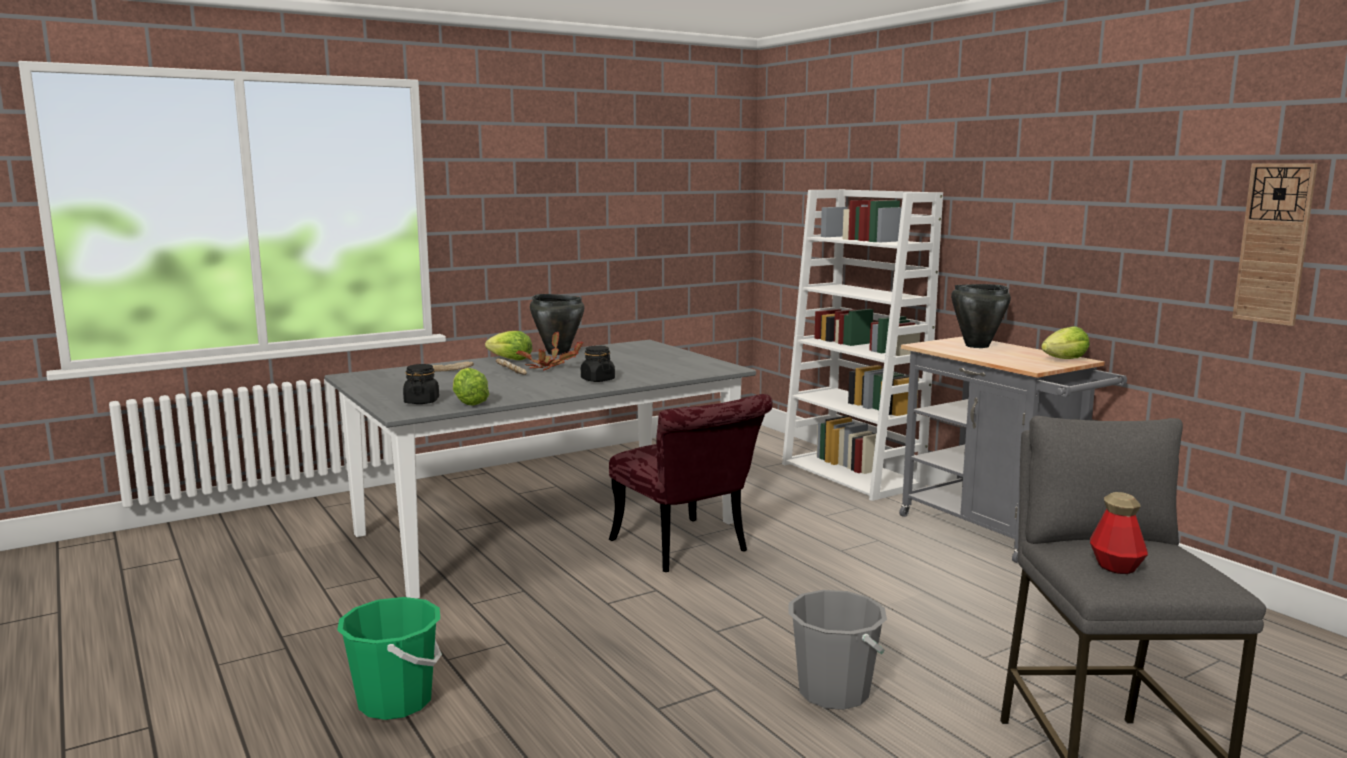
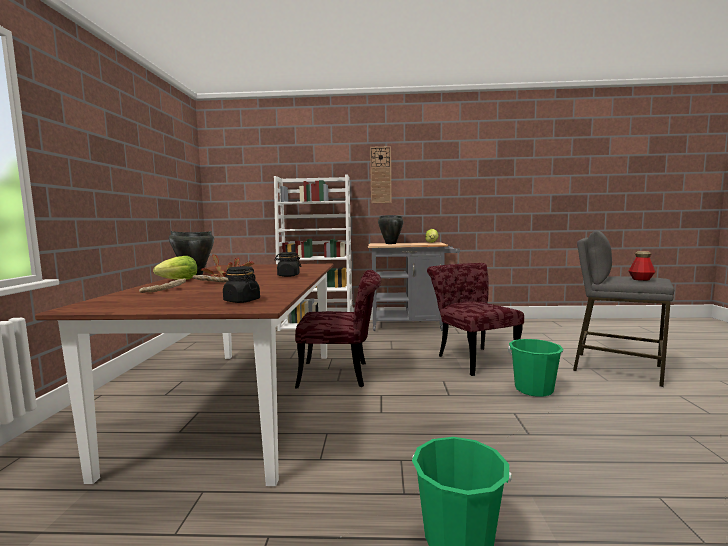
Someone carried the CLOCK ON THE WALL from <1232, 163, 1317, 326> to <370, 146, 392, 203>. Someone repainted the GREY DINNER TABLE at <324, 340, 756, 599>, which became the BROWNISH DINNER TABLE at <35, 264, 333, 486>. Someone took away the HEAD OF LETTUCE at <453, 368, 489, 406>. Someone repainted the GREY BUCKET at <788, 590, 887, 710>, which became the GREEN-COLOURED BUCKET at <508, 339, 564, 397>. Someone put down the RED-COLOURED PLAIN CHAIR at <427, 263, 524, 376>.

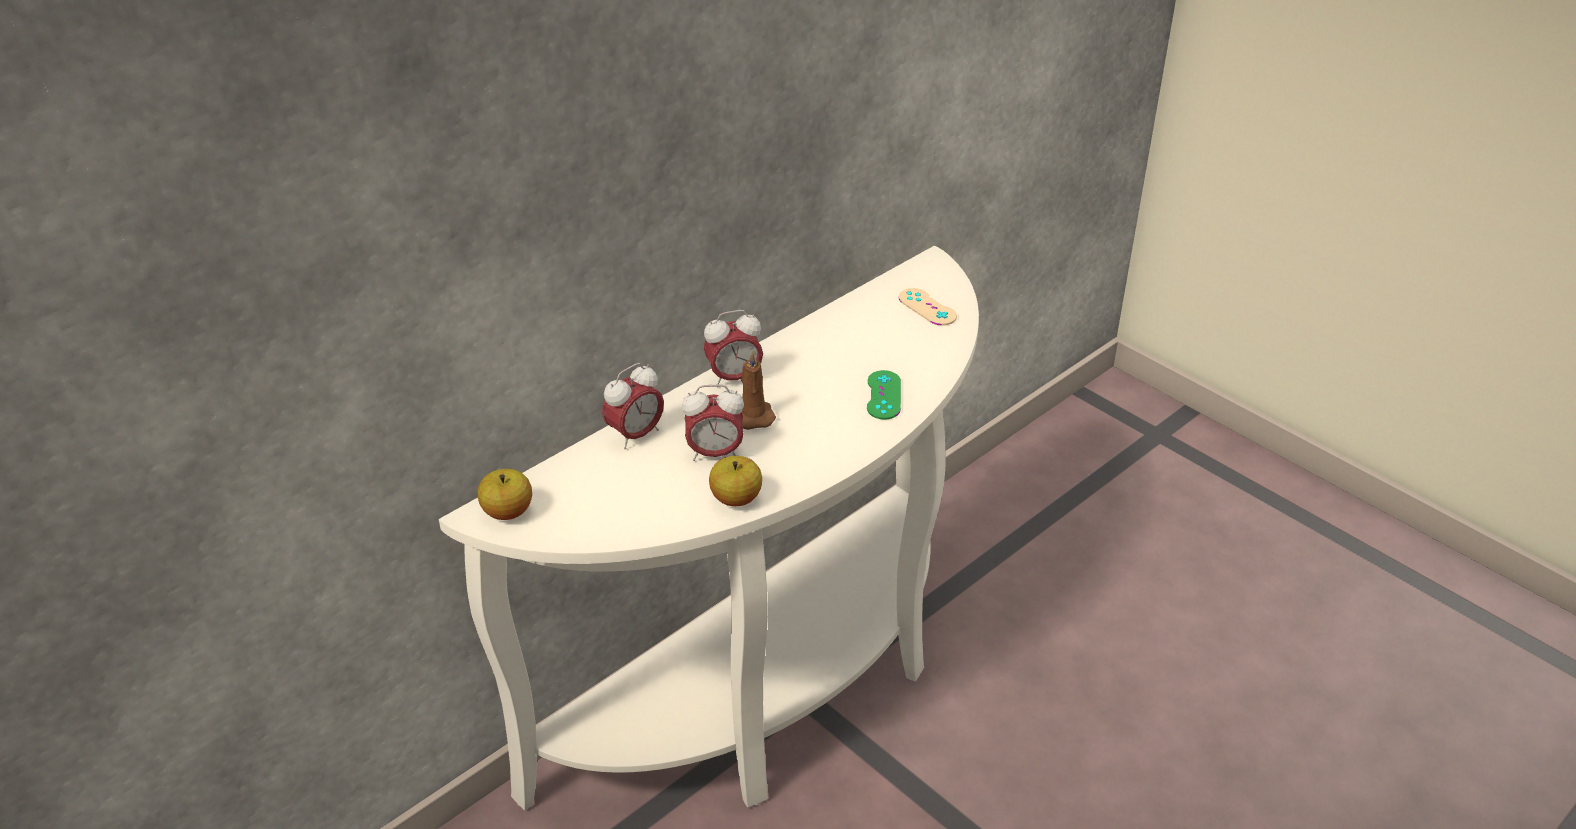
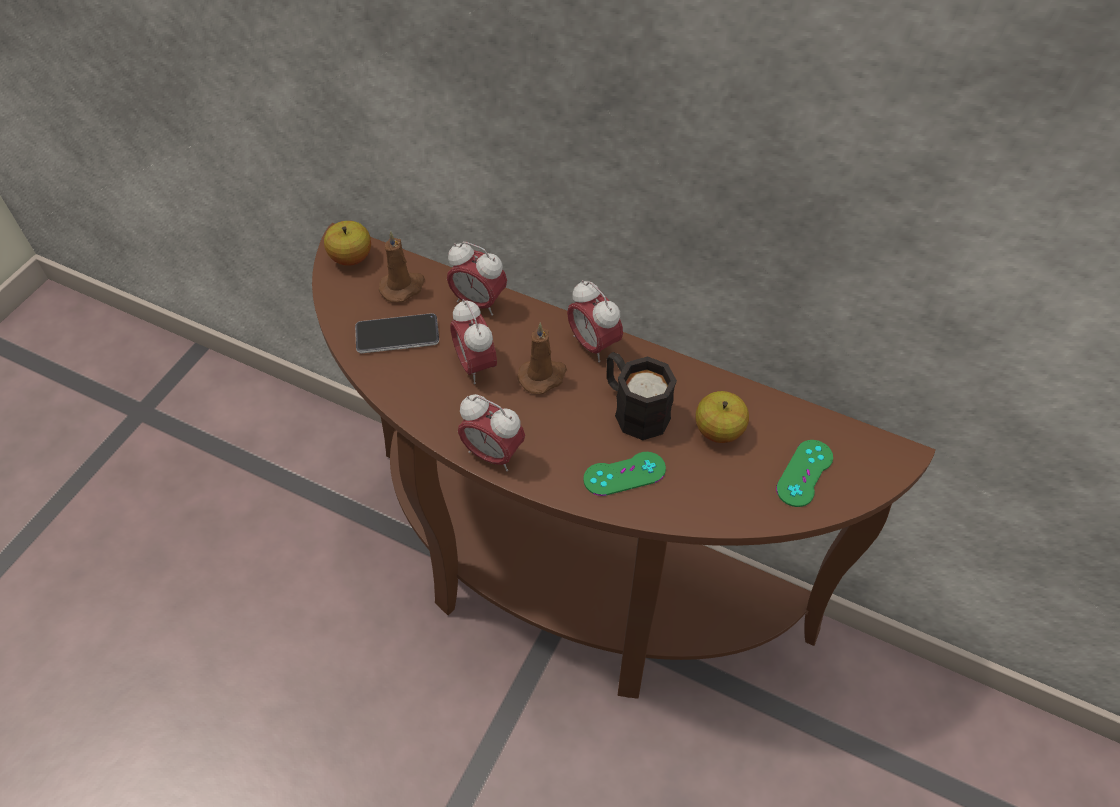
Someone repainted the WHITISH CONSOLE TABLE at <439, 246, 979, 810>, which became the BROWNISH CONSOLE TABLE at <312, 223, 936, 699>. Someone repainted the BEIGE-COLOURED GAME CONTROLLER at <899, 288, 957, 325>, which became the GREEN-COLOURED GAME CONTROLLER at <776, 440, 833, 507>. Someone carried the WHOLE APPLE from <709, 456, 762, 506> to <695, 391, 749, 443>. Someone put down the BROWNISH CANDLE at <379, 231, 425, 303>. Someone put down the PHONE at <355, 313, 439, 353>. Someone put down the BLACK COFFEE MUG at <606, 352, 677, 440>. Someone put down the BEDSIDE CLOCK at <458, 394, 525, 471>.

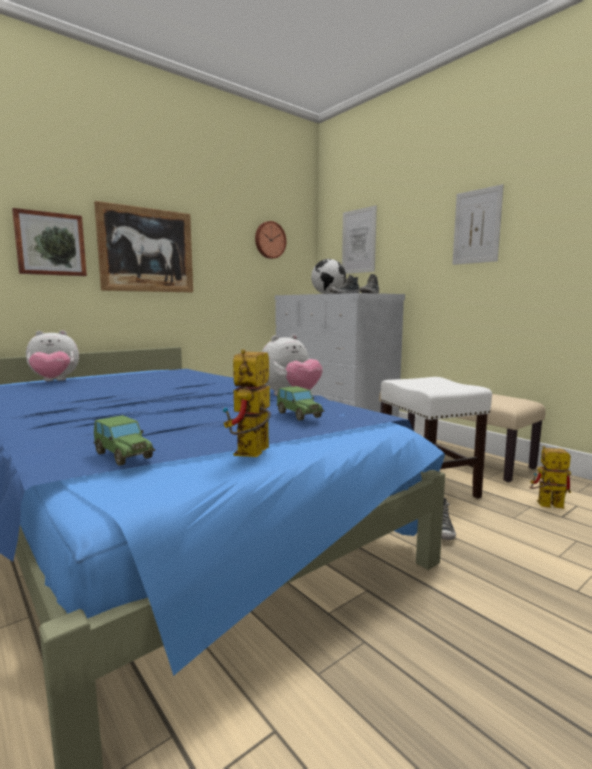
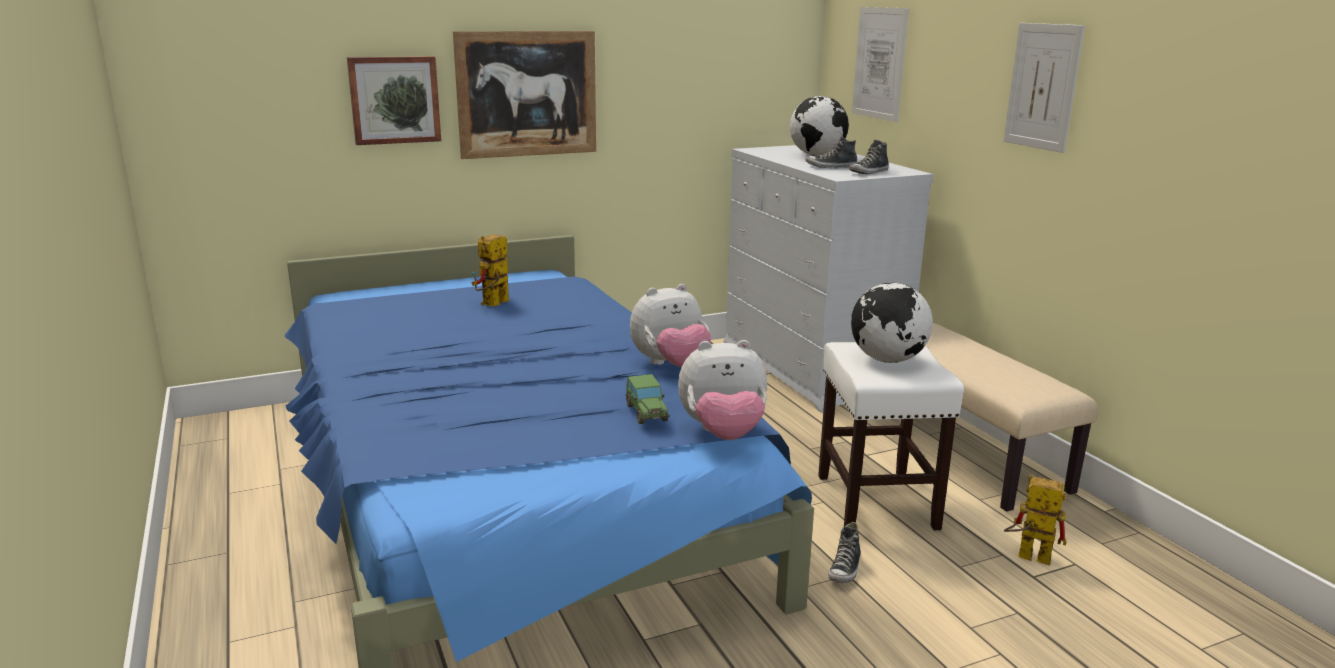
Someone took away the CLOCK ON THE WALL at <255, 221, 286, 259>. Someone carried the PLUSH TOY from <26, 330, 79, 381> to <678, 340, 767, 440>. Someone carried the MODEL ROBOT from <223, 349, 271, 457> to <471, 234, 509, 306>. Someone took away the TOY CAR at <94, 415, 155, 466>. Someone put down the DESK GLOBE at <851, 283, 933, 363>.

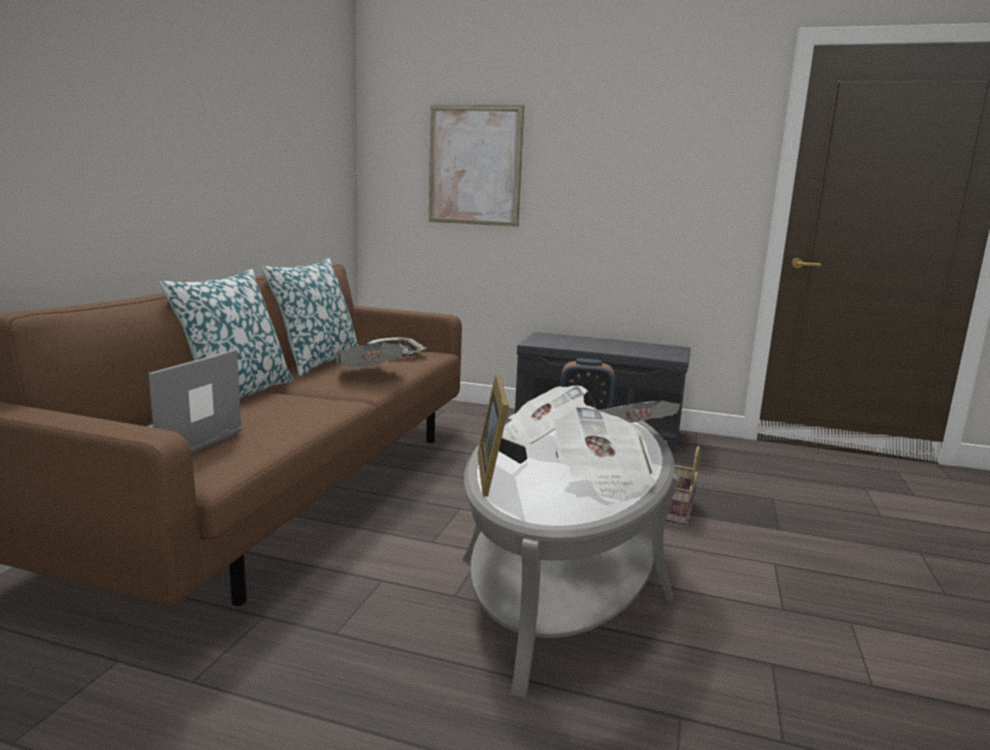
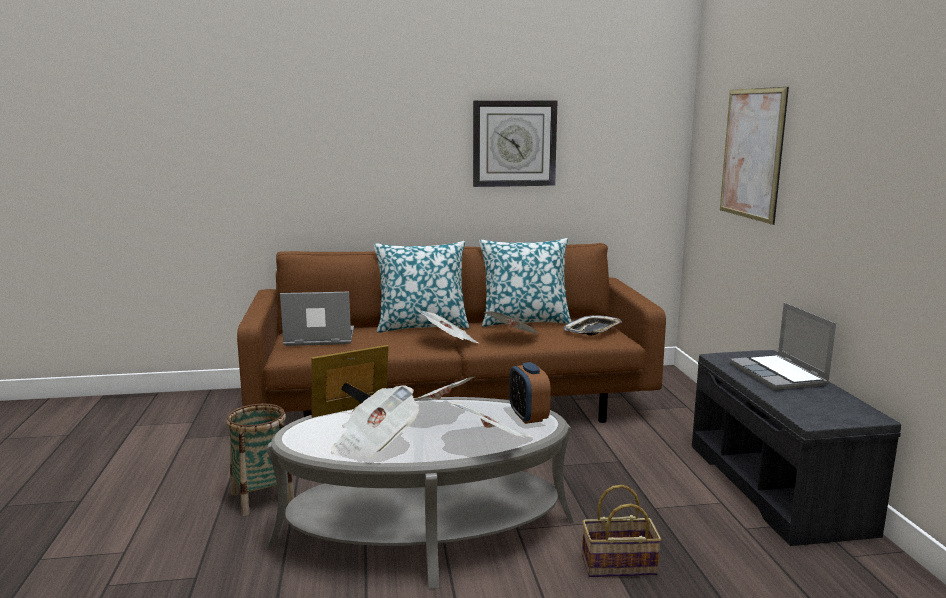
Someone put up the CLOCK ON THE WALL at <473, 100, 558, 187>. Someone put down the LAPTOP at <730, 303, 836, 390>. Someone put down the DAILY PAPER at <417, 310, 478, 343>. Someone put down the BASKET at <226, 403, 294, 516>.

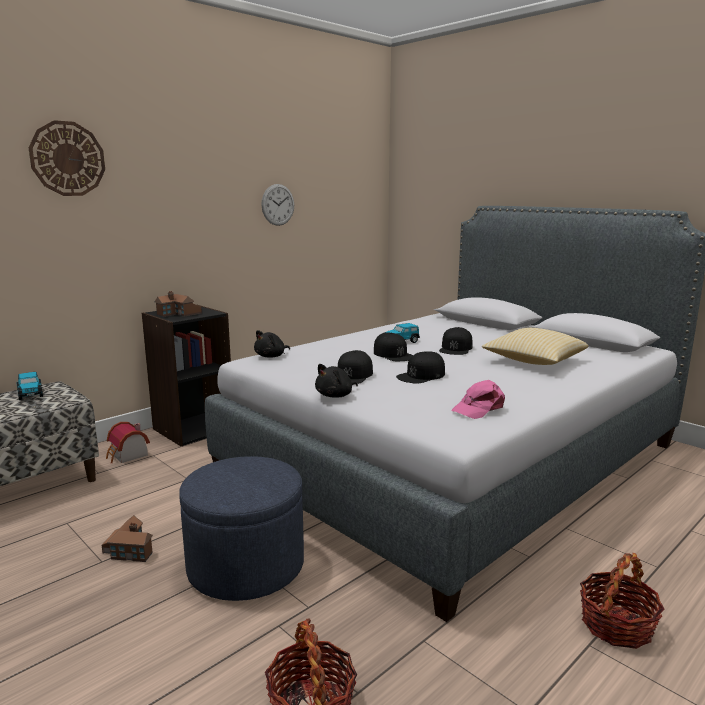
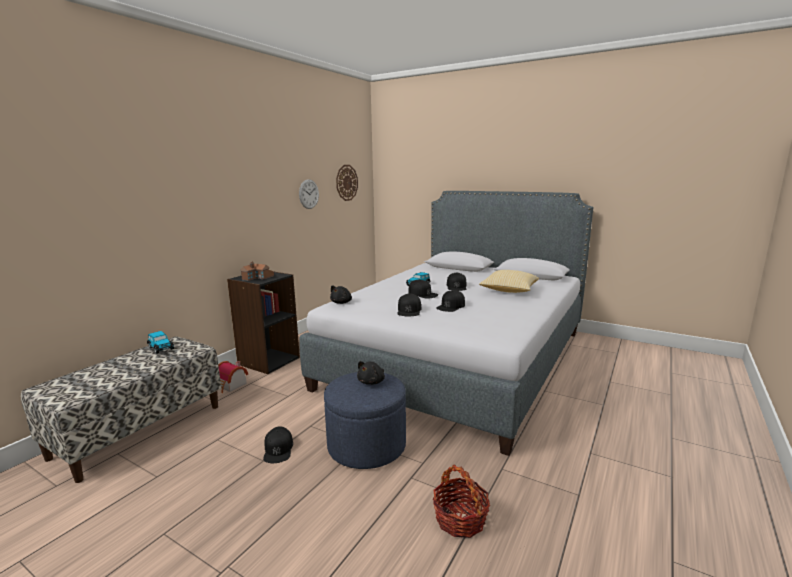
Someone carried the CLOCK ON THE WALL from <28, 120, 105, 196> to <336, 165, 358, 201>. Someone carried the BLACK PLUSH TOY from <315, 364, 358, 398> to <357, 361, 385, 385>. Someone took away the PINKISH CAP at <451, 380, 505, 419>. Someone swapped the MINIATURE HOUSE at <102, 515, 153, 562> for the BLACK CAP at <263, 426, 293, 463>. Someone took away the BASKET at <580, 553, 665, 649>.

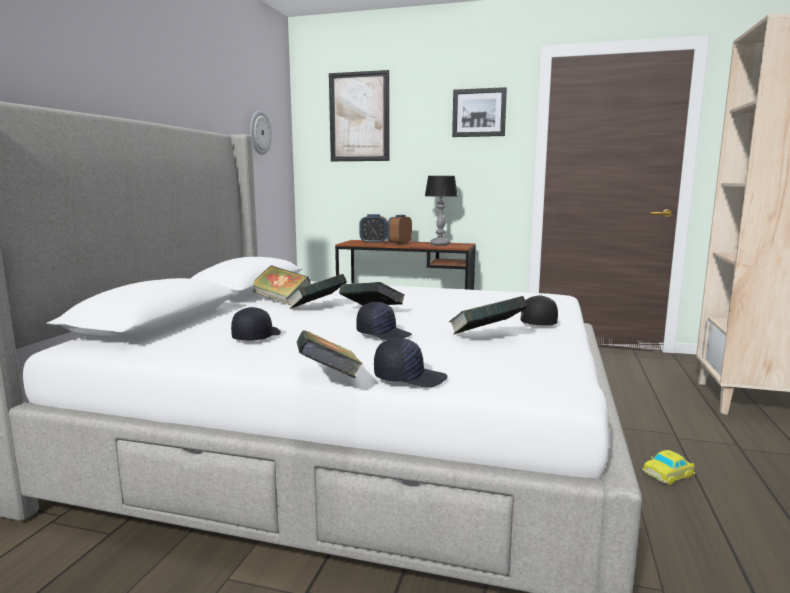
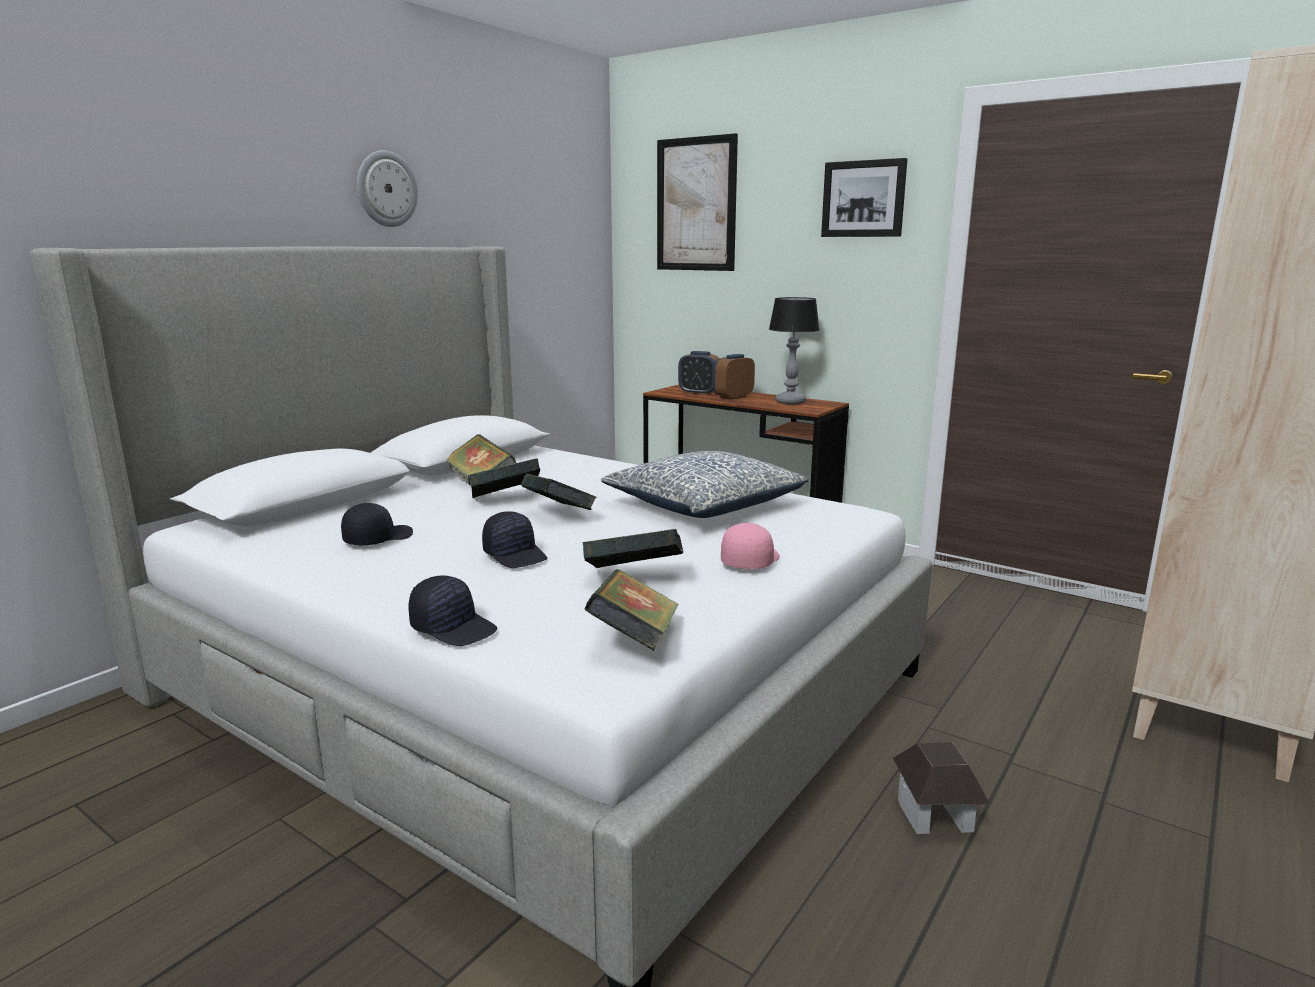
Someone carried the CLOCK ON THE WALL from <250, 111, 272, 155> to <357, 150, 418, 227>. Someone repainted the BLACK CAP at <521, 295, 558, 325>, which became the PINKISH CAP at <721, 523, 780, 570>. Someone carried the BOUND BOOK from <297, 330, 363, 378> to <585, 569, 678, 651>. Someone swapped the TOY CAR at <643, 450, 695, 485> for the MINIATURE HOUSE at <893, 742, 990, 834>. Someone put down the PILLOW at <601, 451, 809, 518>.

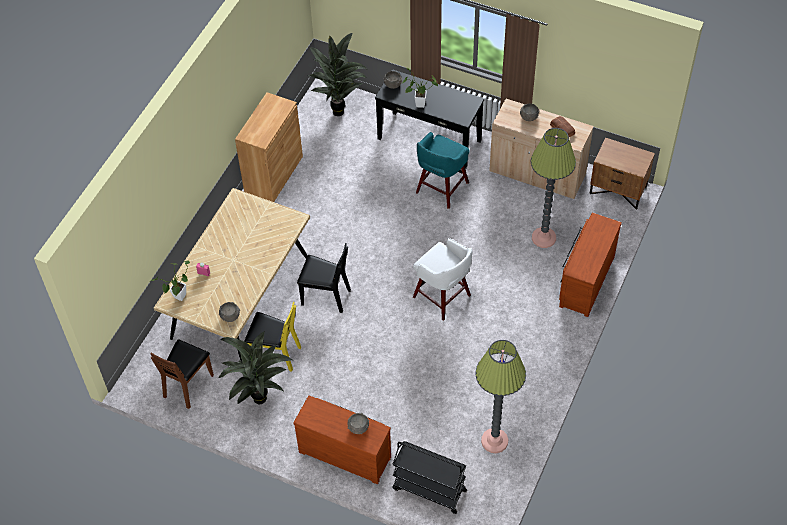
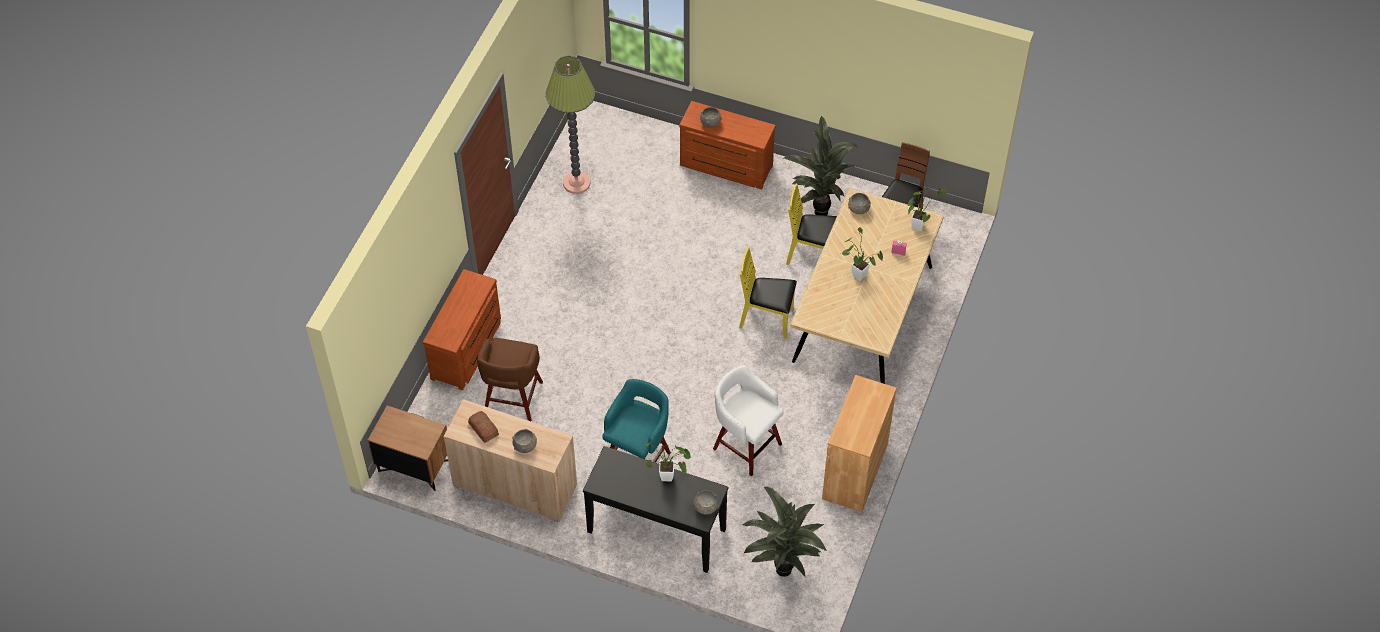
Someone swapped the FLOOR LAMP at <531, 128, 576, 248> for the BROWNISH STOOL SEAT at <477, 338, 543, 421>. Someone carried the WHITISH STOOL SEAT from <413, 238, 472, 321> to <713, 365, 784, 476>. Someone repainted the BLACK PLAIN CHAIR at <297, 243, 351, 313>, which became the YELLOW-COLOURED PLAIN CHAIR at <739, 247, 797, 339>. Someone took away the BLACK TROLLEY at <392, 441, 467, 514>. Someone put down the HOUSEPLANT at <841, 227, 883, 281>.

